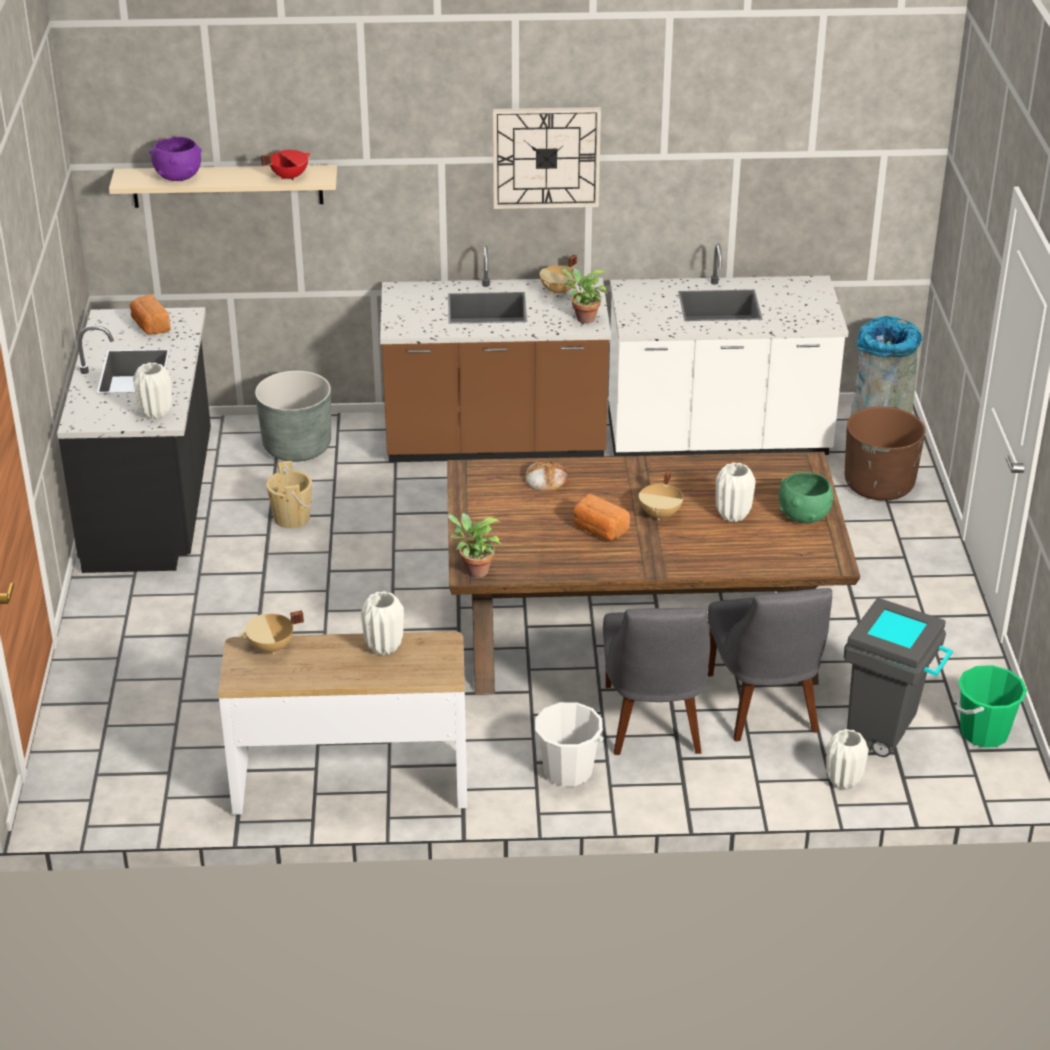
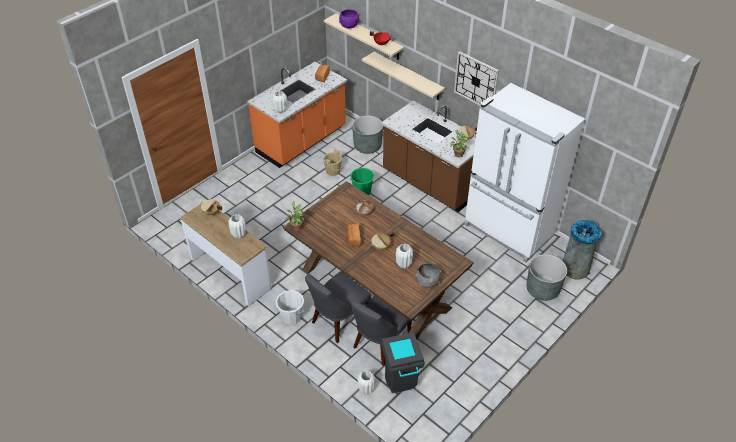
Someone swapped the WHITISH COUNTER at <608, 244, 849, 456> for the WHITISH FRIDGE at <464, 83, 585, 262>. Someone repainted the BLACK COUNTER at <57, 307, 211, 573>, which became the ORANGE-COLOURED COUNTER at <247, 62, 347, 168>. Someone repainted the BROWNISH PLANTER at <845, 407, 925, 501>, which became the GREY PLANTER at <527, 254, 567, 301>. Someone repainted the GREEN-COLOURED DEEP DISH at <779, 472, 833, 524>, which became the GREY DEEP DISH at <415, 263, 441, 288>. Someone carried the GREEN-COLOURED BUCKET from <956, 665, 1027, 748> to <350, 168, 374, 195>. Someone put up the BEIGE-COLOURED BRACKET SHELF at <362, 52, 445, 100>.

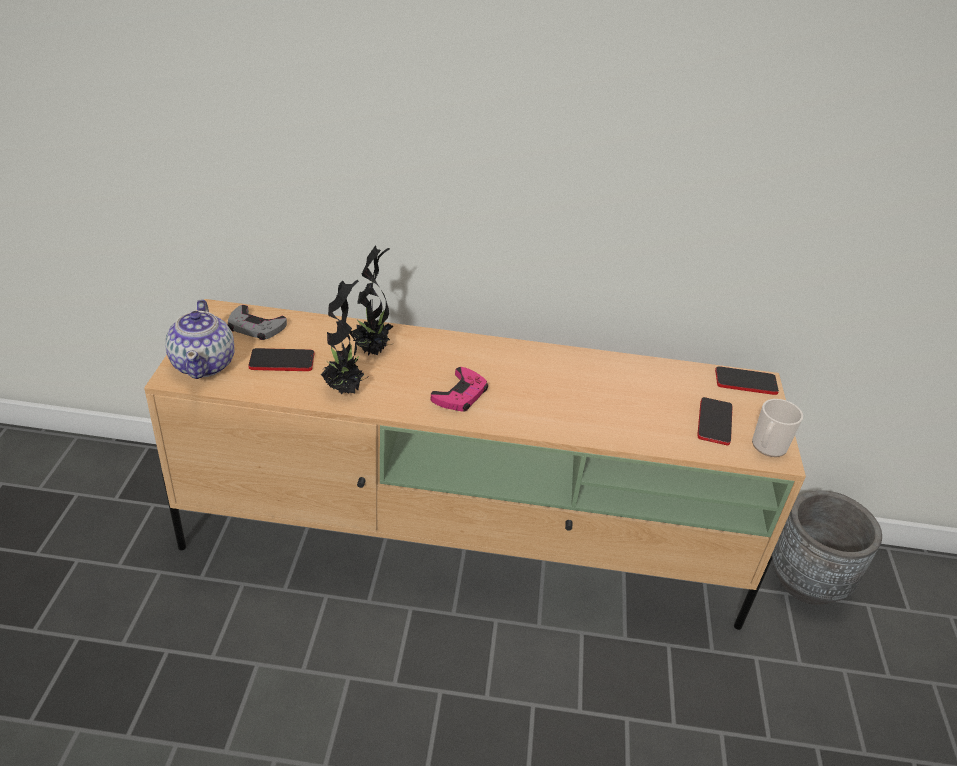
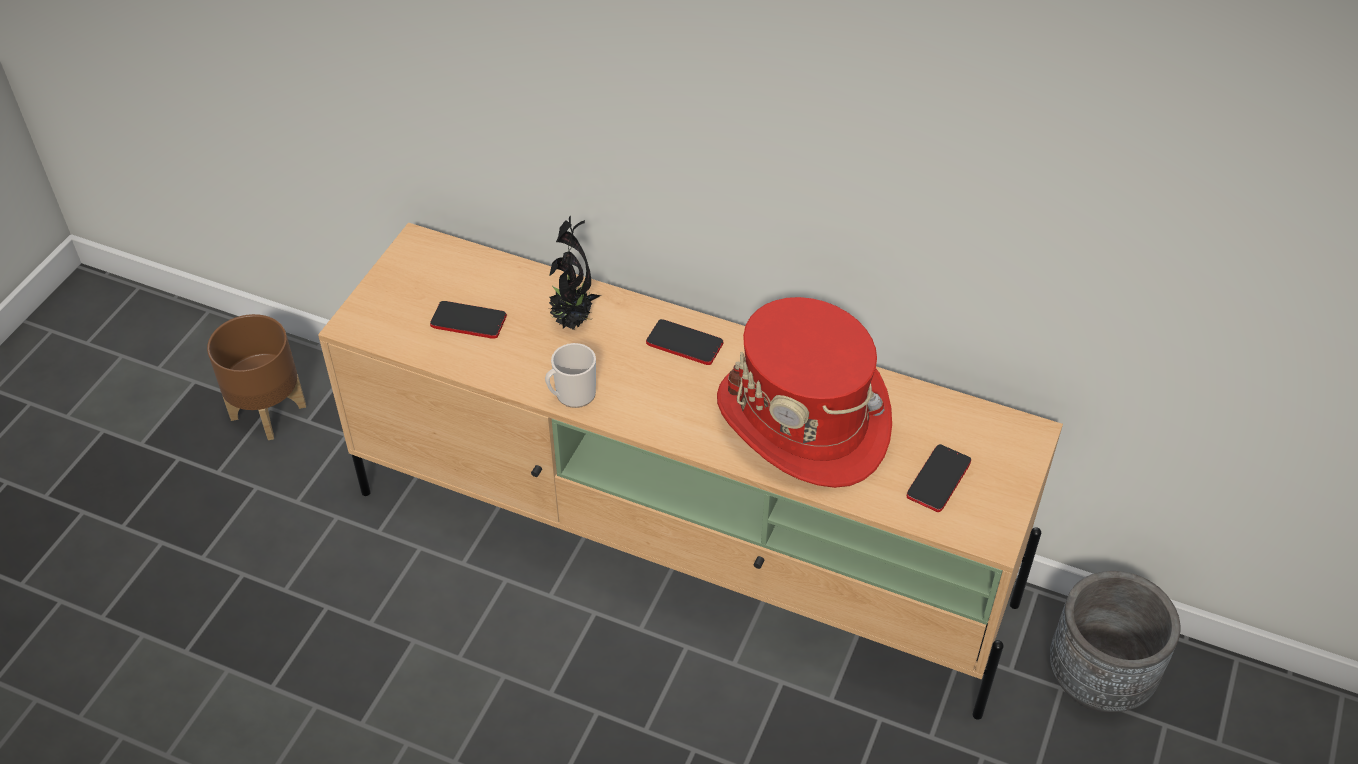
Someone took away the HOUSEPLANT at <321, 280, 369, 395>. Someone took away the POT FOR TEA at <166, 300, 234, 379>. Someone took away the GREY GAME CONTROLLER at <227, 305, 287, 340>. Someone carried the PHONE from <715, 366, 779, 395> to <646, 319, 723, 365>. Someone took away the PINKISH GAME CONTROLLER at <431, 367, 488, 412>. Someone carried the COFFEE MUG from <752, 399, 803, 457> to <545, 343, 596, 408>. Someone put down the RED-COLOURED WEARABLE HAT at <717, 297, 892, 488>. Someone put down the BROWNISH PLANTER at <207, 314, 306, 440>.

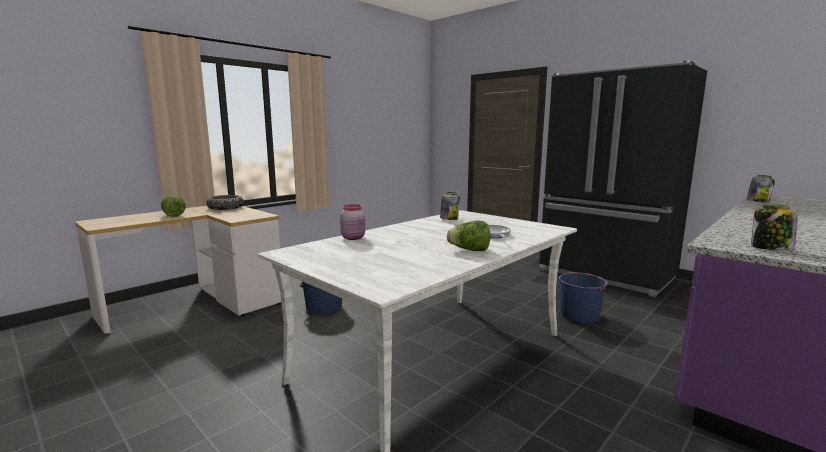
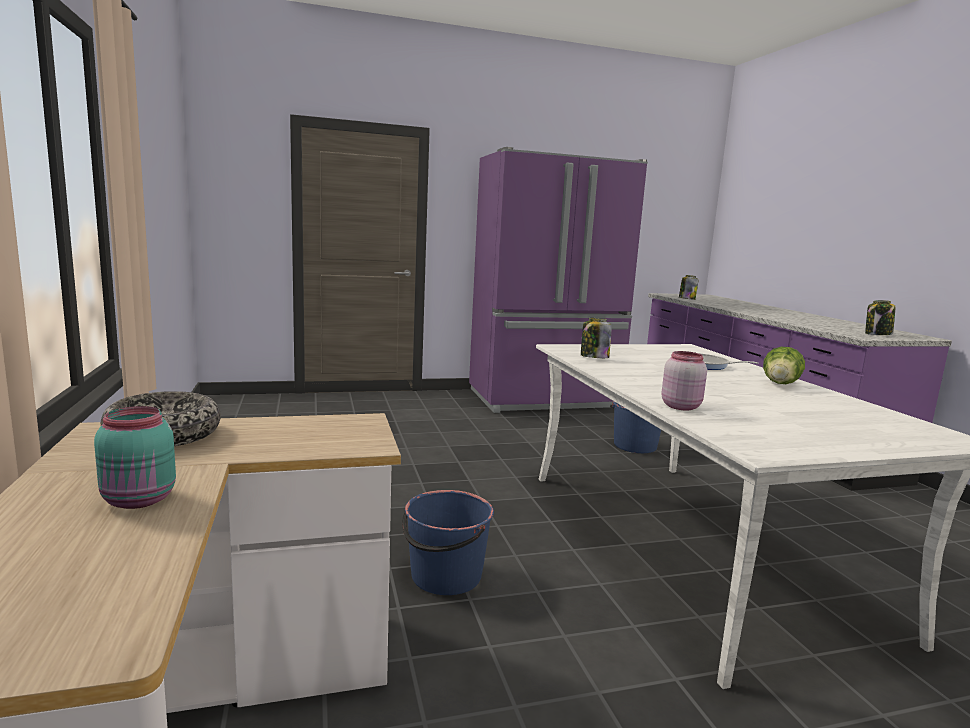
Someone repainted the BLACK FRIDGE at <539, 60, 707, 297>, which became the PURPLISH FRIDGE at <469, 147, 648, 413>. Someone swapped the HEAD OF LETTUCE at <161, 196, 186, 217> for the TURQUOISE-COLOURED PRESERVE JAR at <94, 406, 176, 509>.

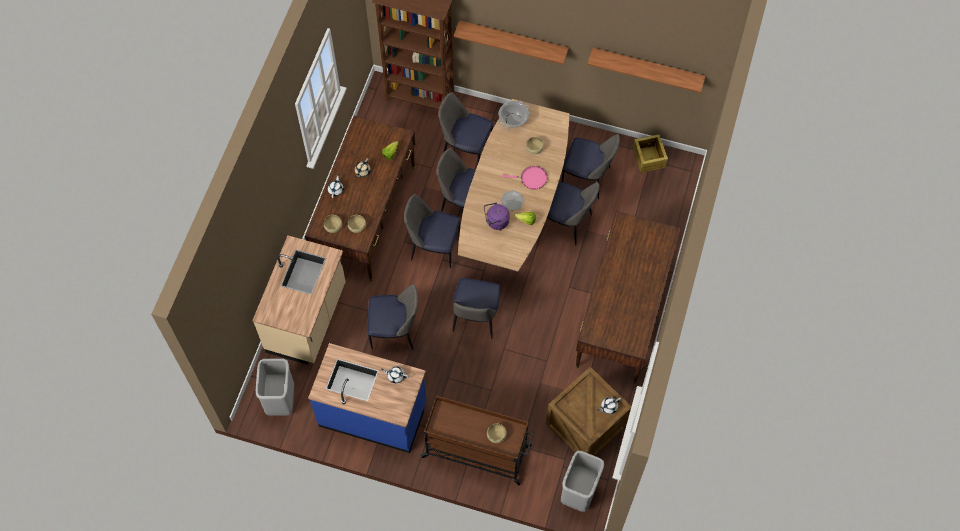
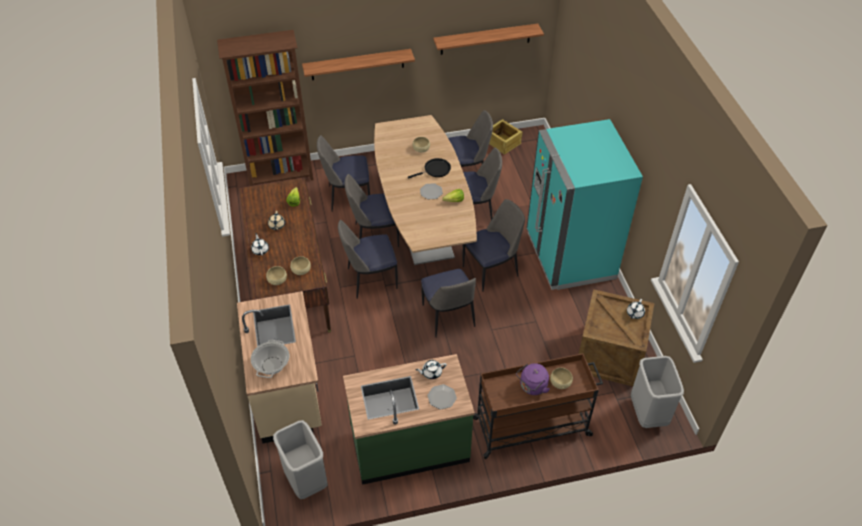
Someone carried the STOCKPOT from <498, 101, 529, 129> to <251, 340, 289, 378>. Someone repainted the PINKISH PAN at <501, 166, 547, 190>, which became the BLACK PAN at <408, 158, 451, 178>. Someone carried the PURPLISH TEA KETTLE from <484, 203, 510, 231> to <516, 363, 550, 395>. Someone swapped the BROWNISH DESK TABLE at <576, 211, 681, 384> for the TURQUOISE-COLOURED FRIDGE at <527, 119, 643, 290>. Someone carried the PLAIN CHAIR from <368, 284, 418, 350> to <462, 199, 525, 292>. Someone repainted the BLUE COUNTER at <308, 343, 426, 453>, which became the GREEN-COLOURED COUNTER at <343, 354, 475, 485>. Someone put down the DINNER PLATE at <427, 384, 457, 410>.

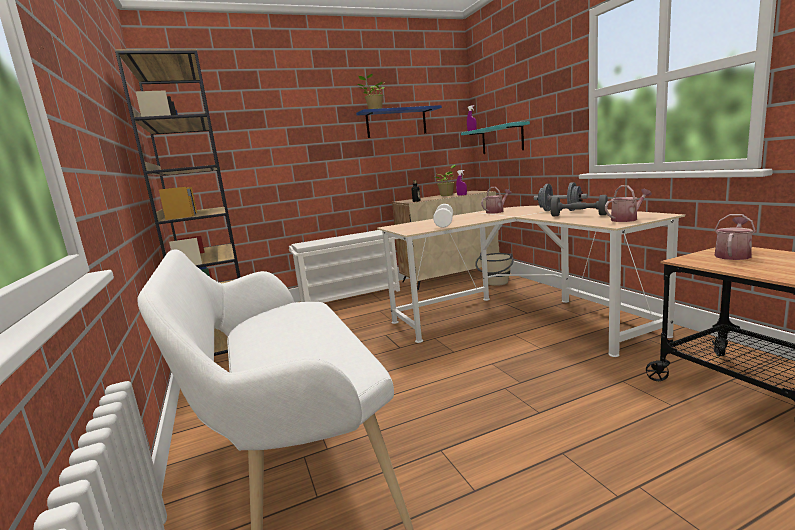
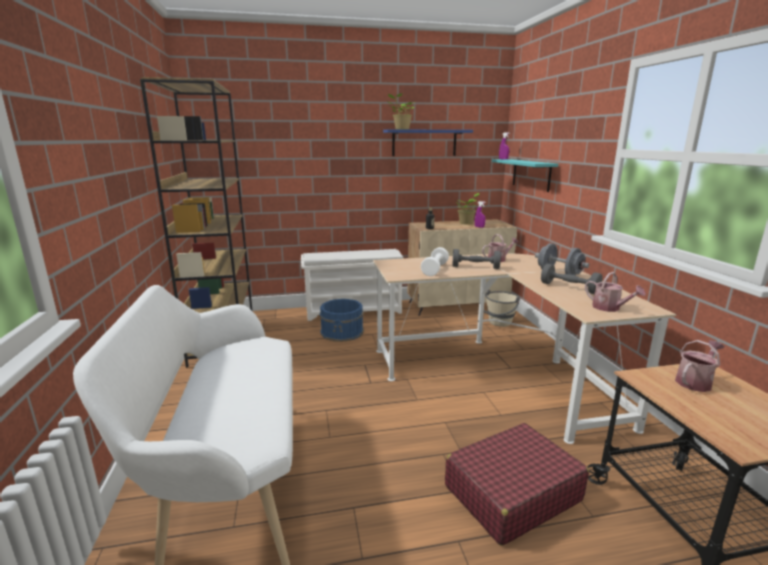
Someone rotated the WATERING CAN at <605, 185, 652, 222> by 60 degrees clockwise. Someone put down the GREY DUMBBELL at <452, 249, 501, 269>. Someone put down the BLUE BUCKET at <319, 299, 364, 342>. Someone put down the RED-COLOURED SUITCASE at <445, 423, 589, 546>.

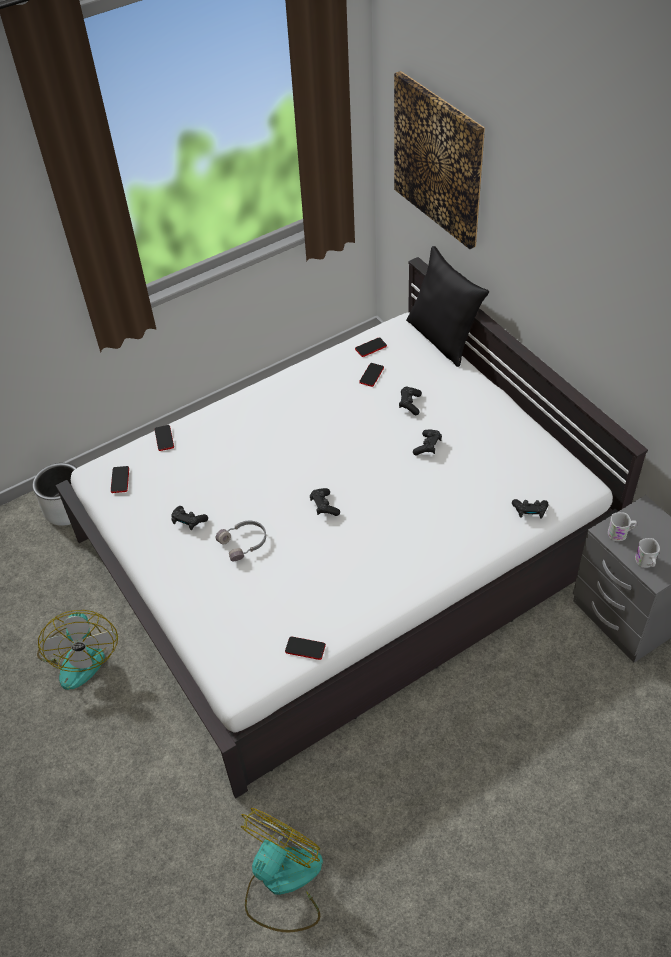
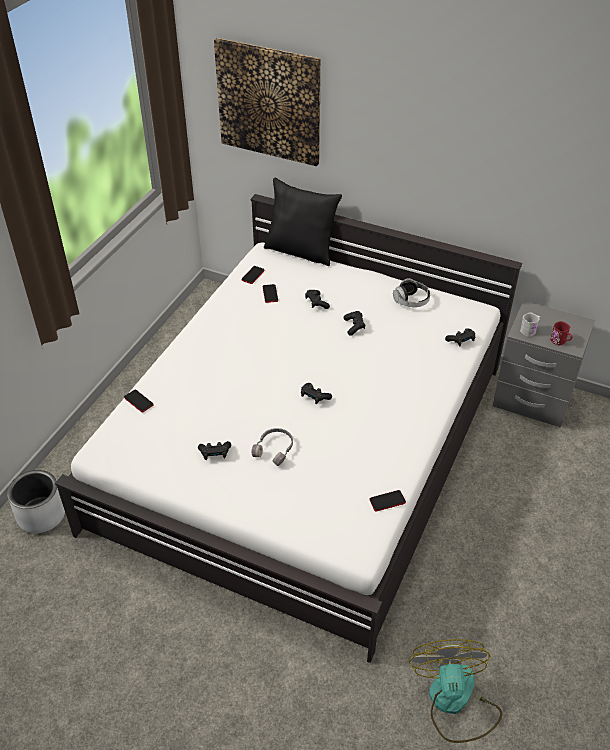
Someone took away the PHONE at <111, 466, 129, 493>. Someone repainted the WHITISH COFFEE MUG at <635, 538, 660, 568>, which became the RED-COLOURED COFFEE MUG at <550, 321, 573, 346>. Someone took away the FAN at <37, 610, 118, 690>. Someone put down the PAIR OF HEADPHONES at <393, 278, 430, 307>.

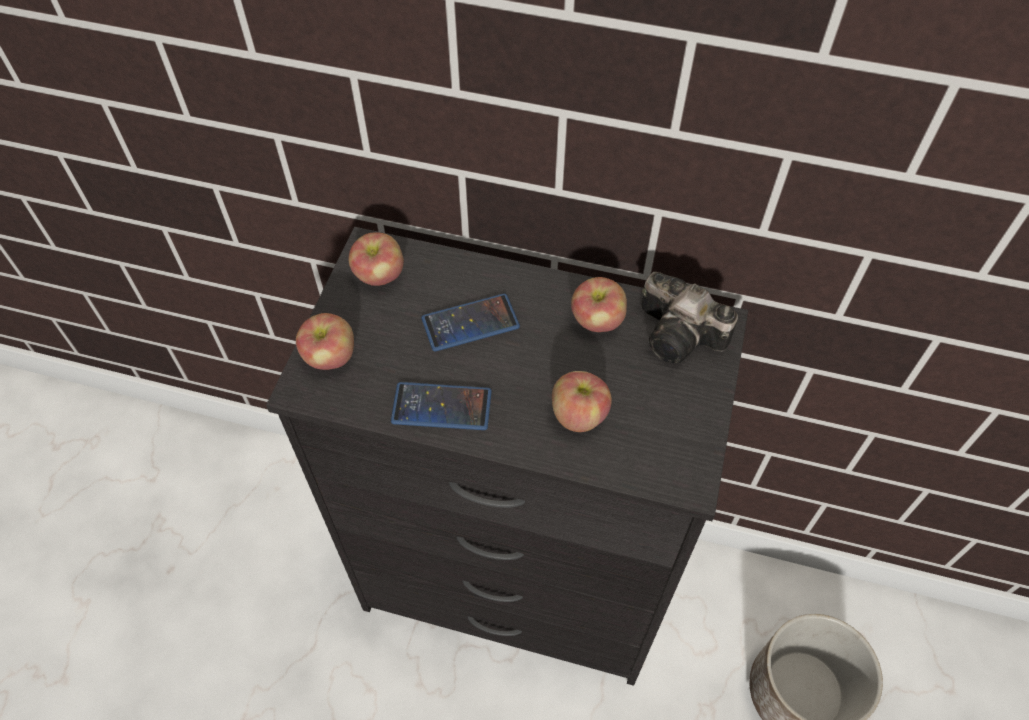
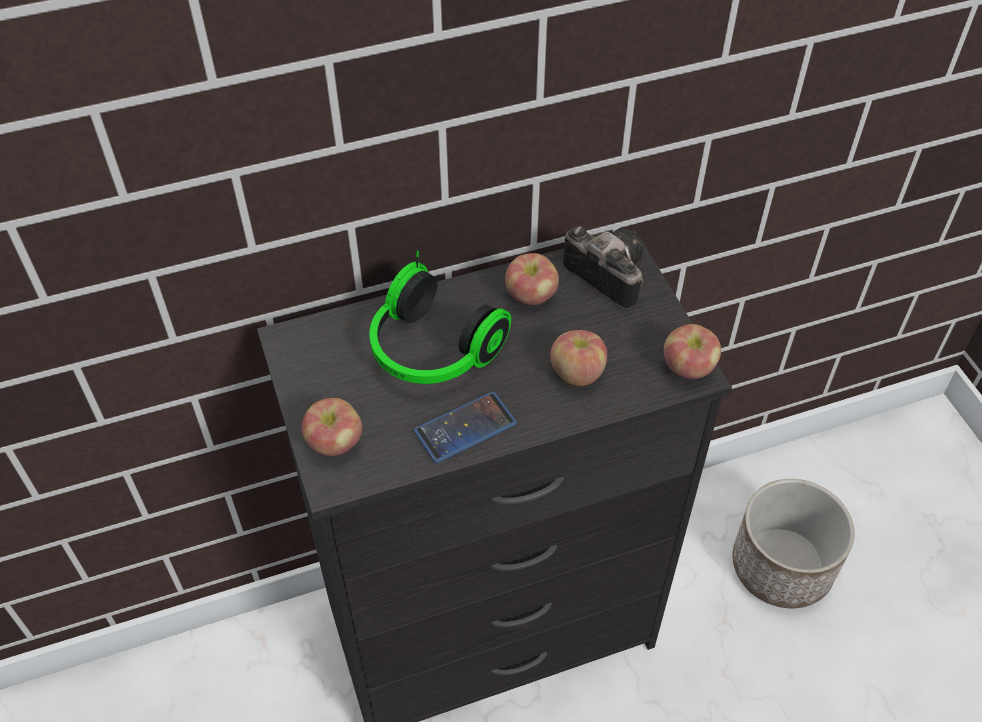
Someone carried the WHOLE APPLE from <349, 232, 404, 286> to <664, 324, 721, 379>. Someone rotated the STILL CAMERA at <641, 272, 738, 363> by 135 degrees counterclockwise. Someone swapped the PHONE at <421, 294, 520, 351> for the PAIR OF HEADPHONES at <370, 251, 511, 384>.

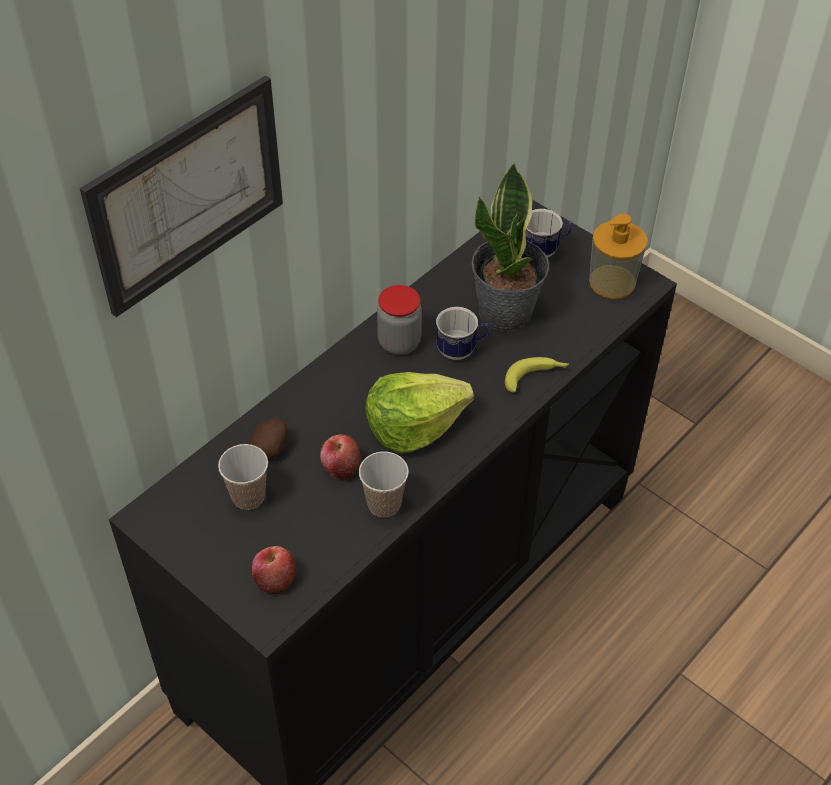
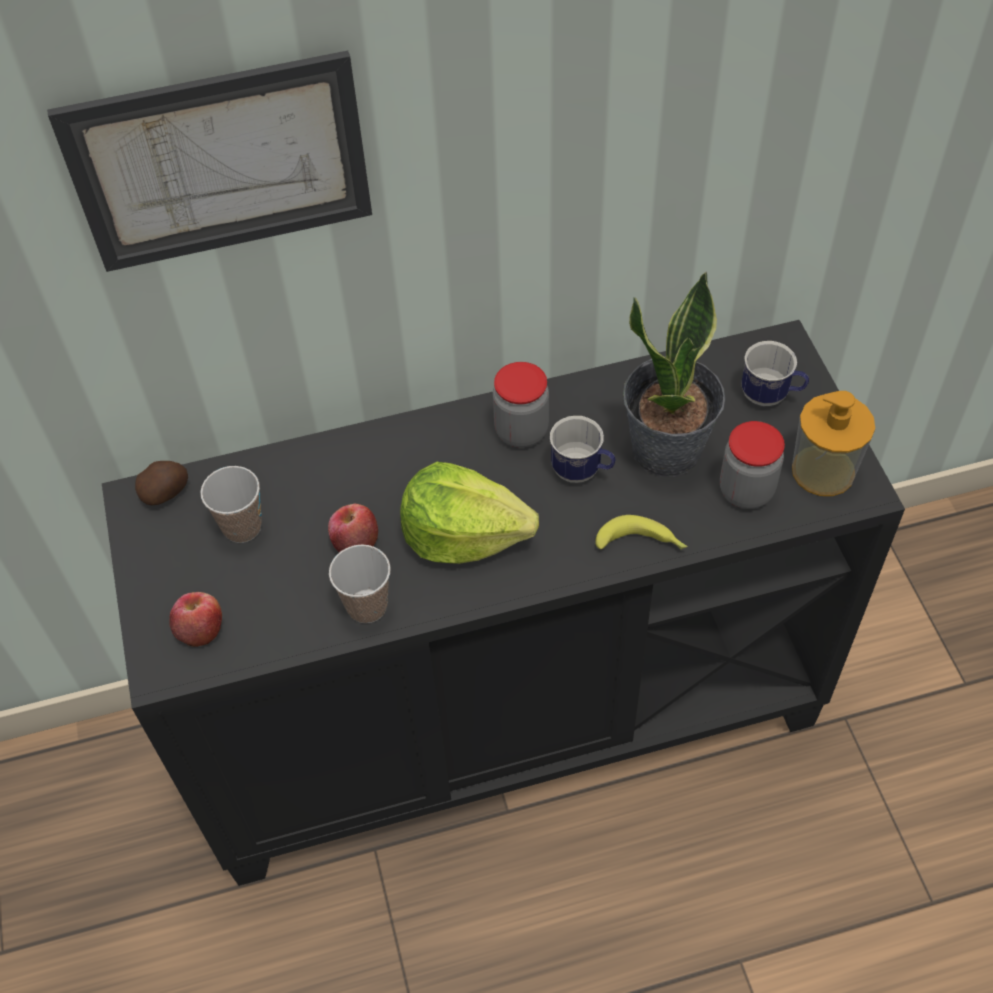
Someone carried the WHOLE POTATO from <249, 418, 288, 459> to <135, 461, 188, 505>. Someone put down the PRESERVE JAR at <720, 421, 785, 509>.

